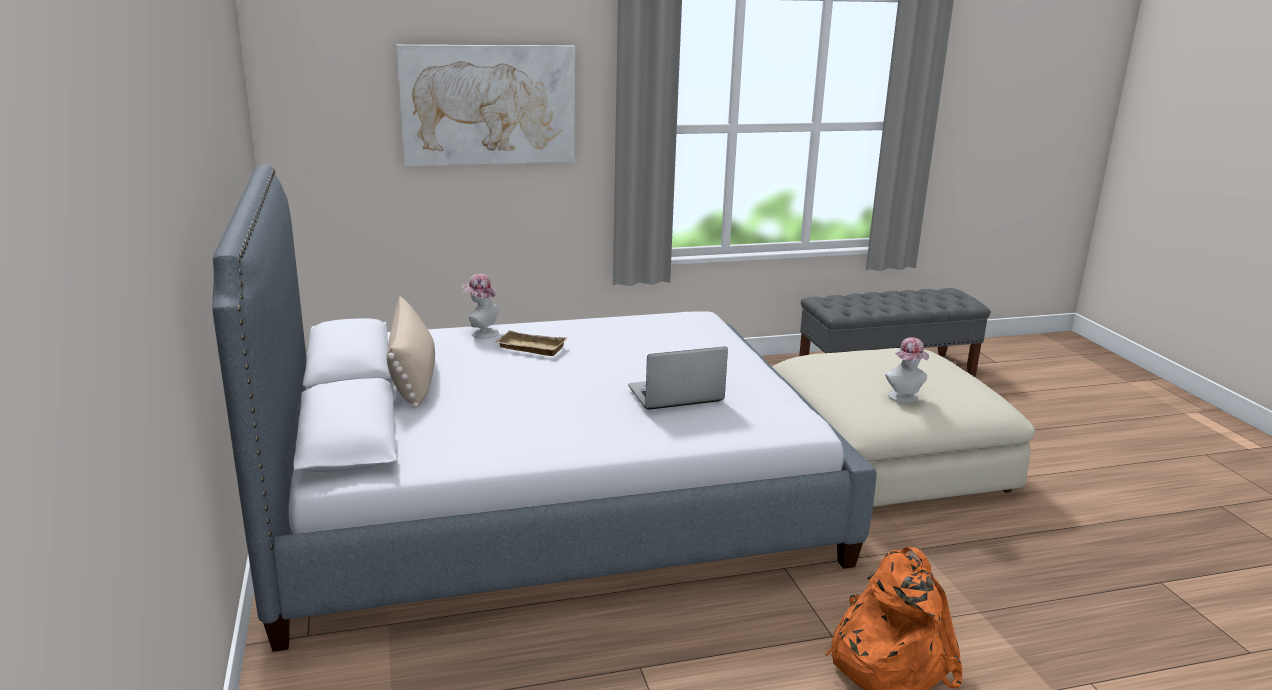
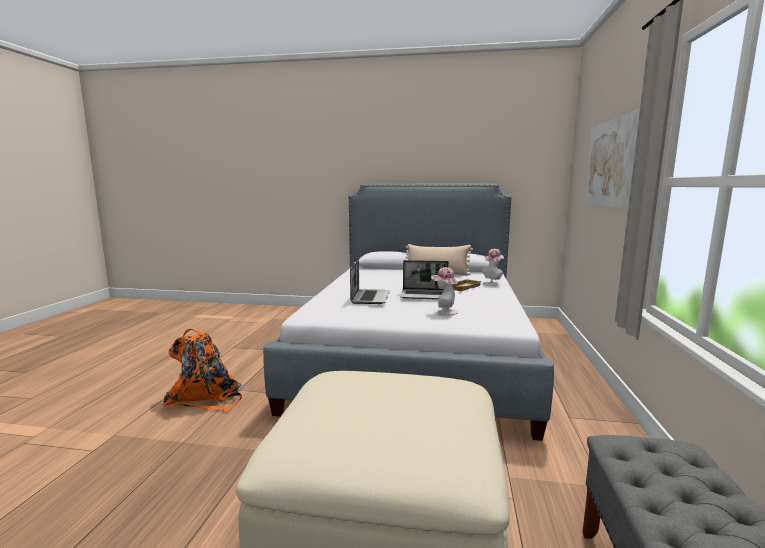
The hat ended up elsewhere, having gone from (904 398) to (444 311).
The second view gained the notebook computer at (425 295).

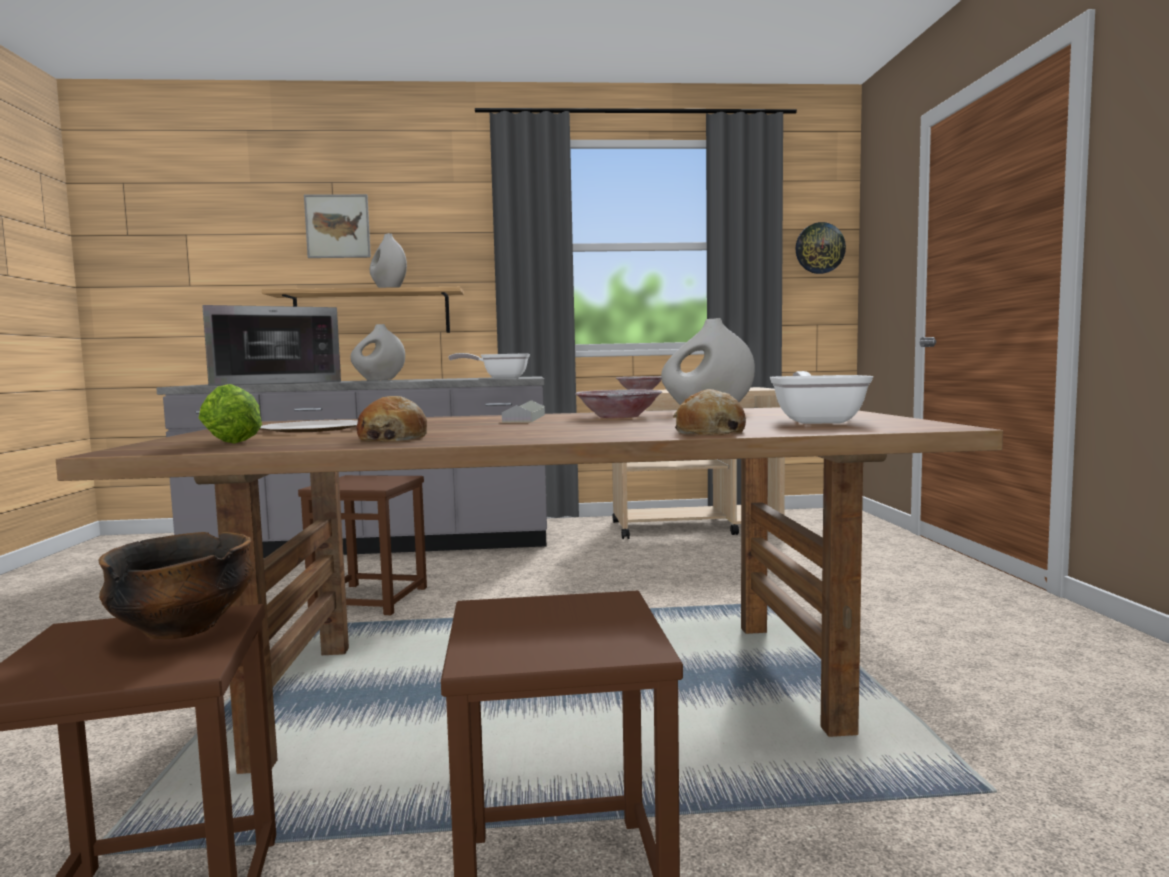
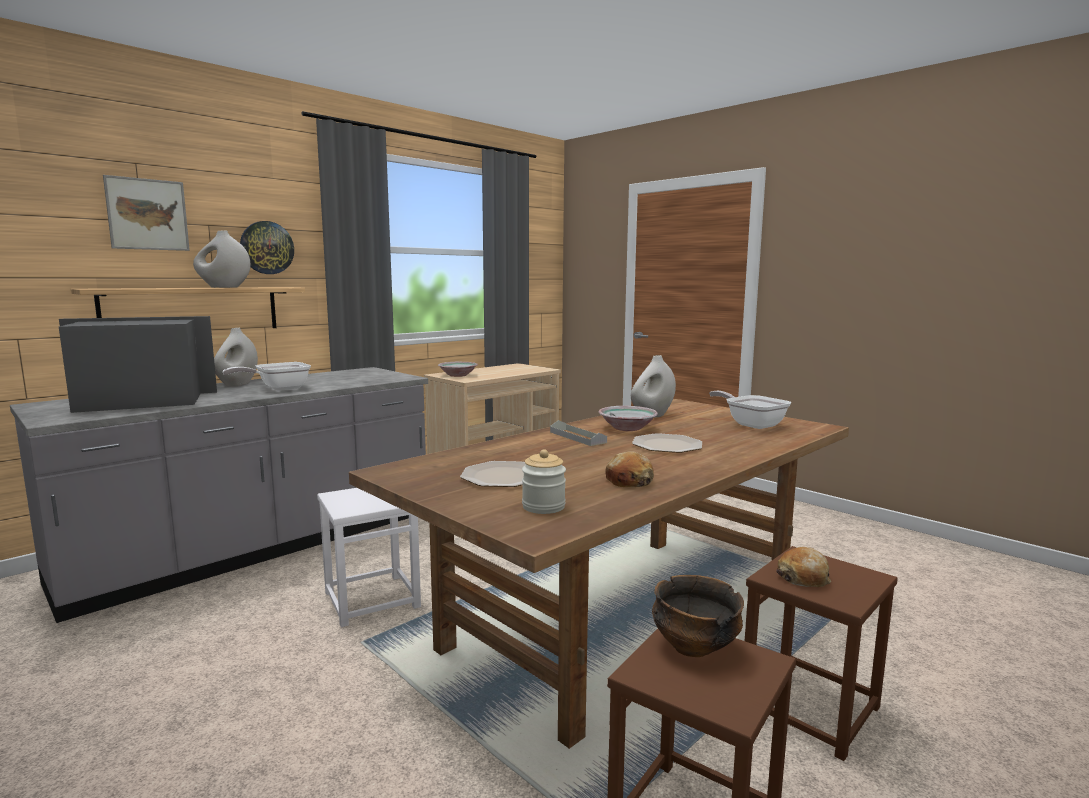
Where the lettuce stood at (230 442), the storage jar came to stand at (543 506).
The kitchen microwave at (274 383) ended up facing another way, 135 degrees counterclockwise from before.
What was the brown sitting stool at (371 598) turned into the white-coloured sitting stool at (372 599).
The skillet ended up elsewhere, having gone from (500 378) to (278 388).
The bread ended up elsewhere, having gone from (708 432) to (803 577).
The wall clock ended up elsewhere, having gone from (819 248) to (267 247).
The second view gained the plate at (667 445).

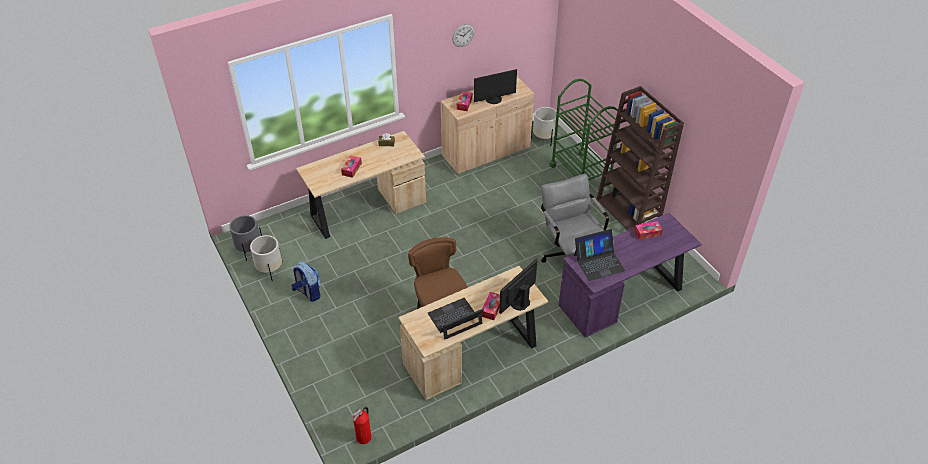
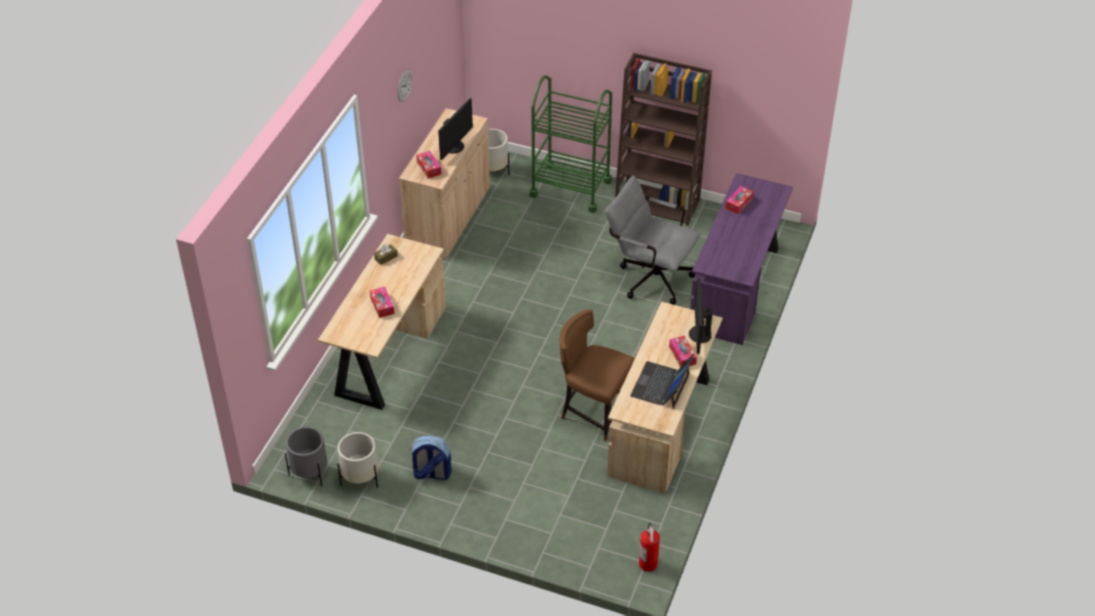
The second view lost the notebook computer at (599 262).

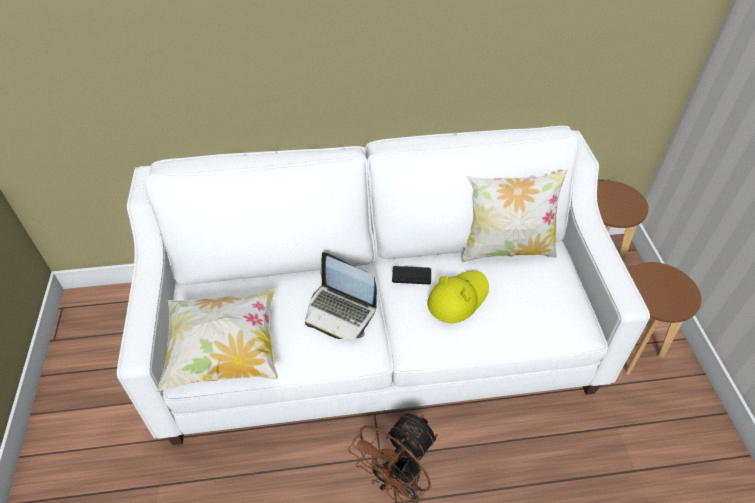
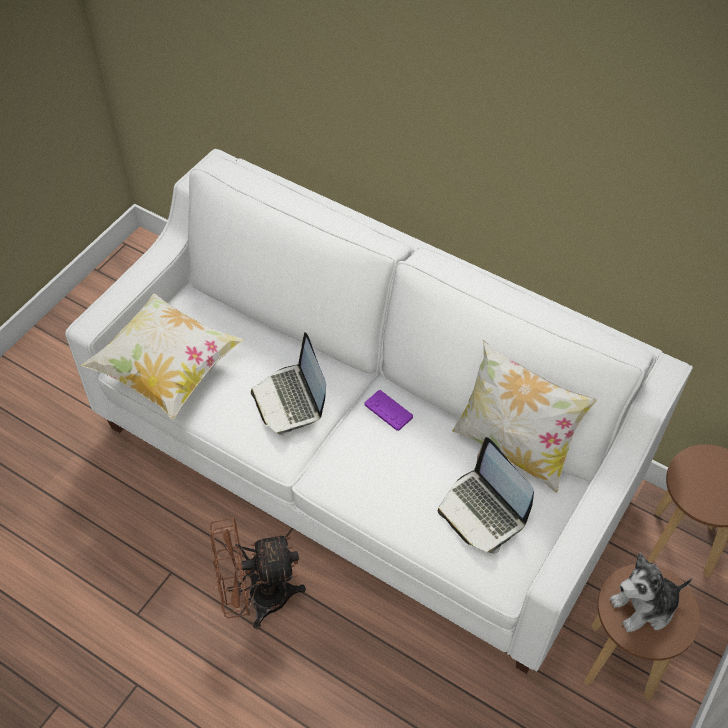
What was the black-coloured game controller at (411 276) turned into the purple-coloured game controller at (388 411).
The second view lost the yellow-coloured hat at (458 298).
The second view gained the notebook computer at (483 511).
The second view gained the soft toy at (644 606).

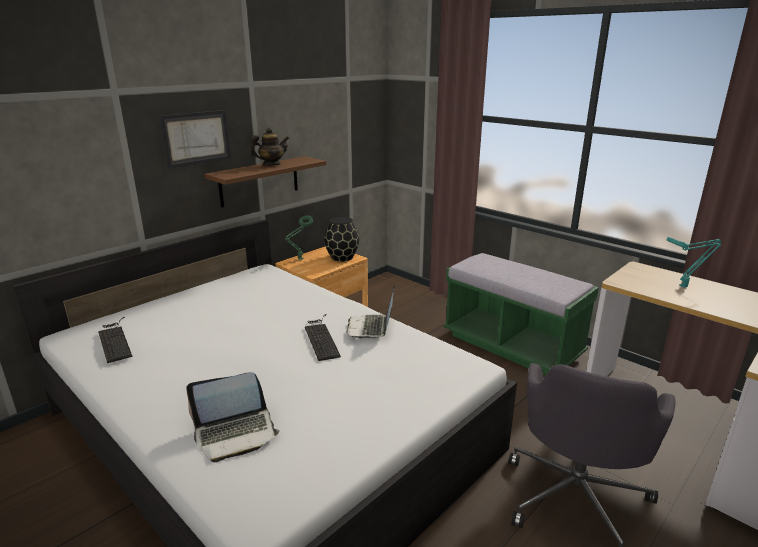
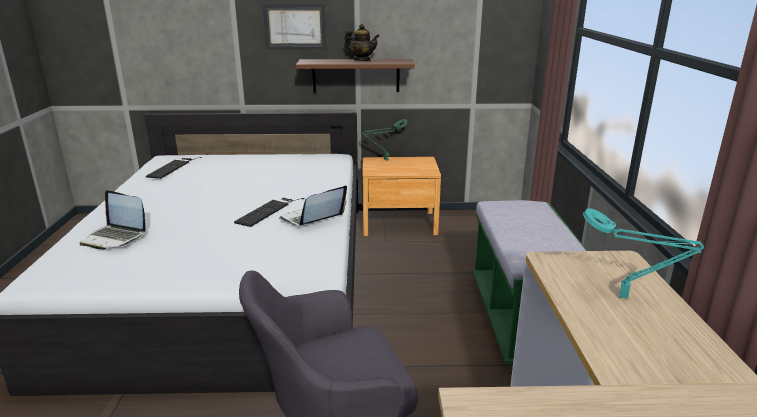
The second view lost the black-coloured flower vase at (342 257).

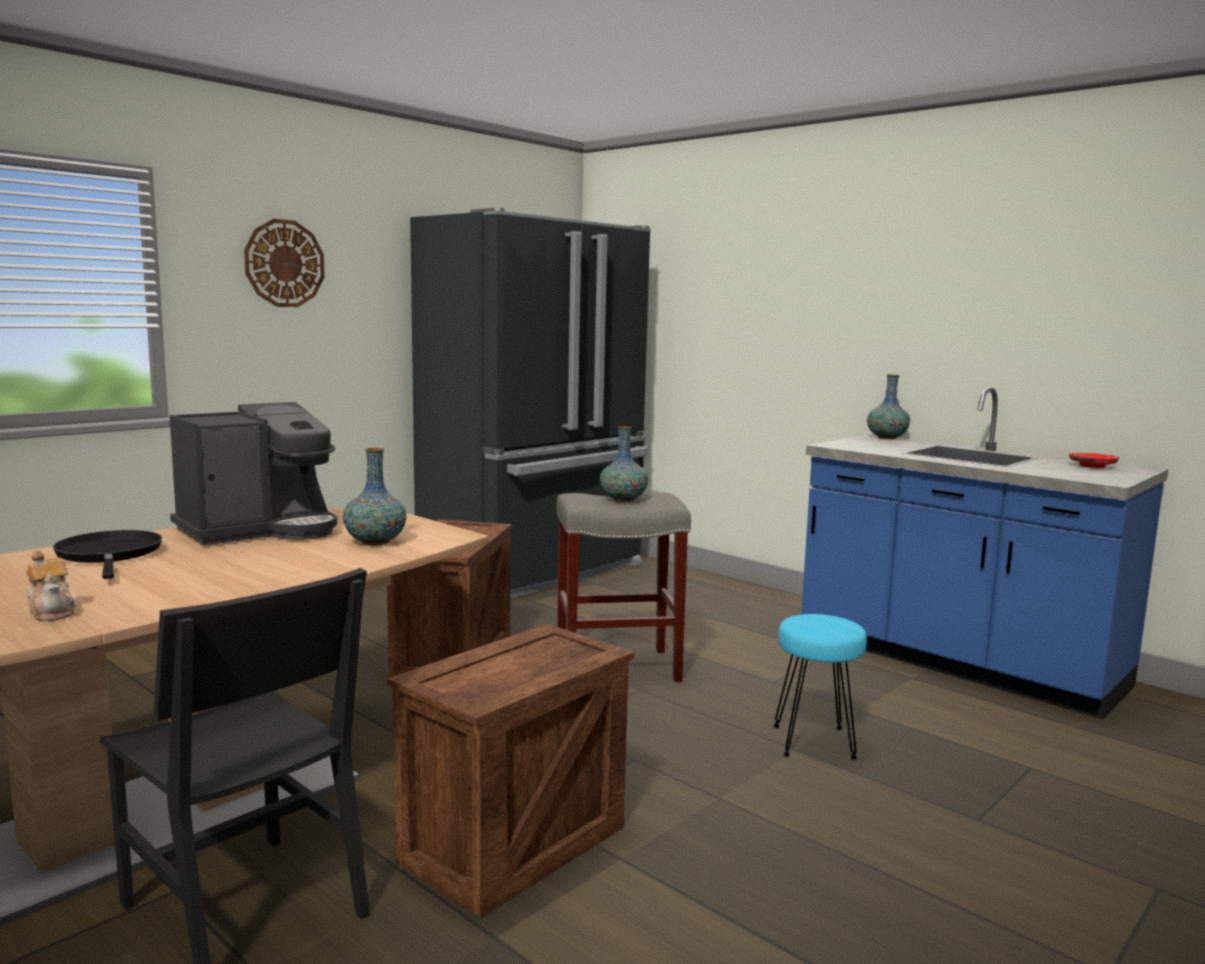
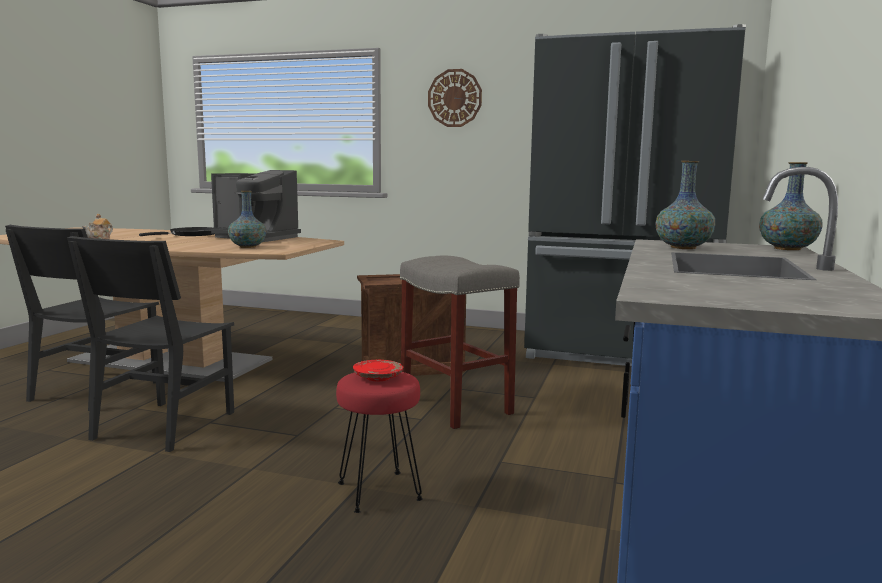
Where the packing crate stood at (514 846), the black-coloured upright chair came to stand at (165 425).
The flower vase ended up elsewhere, having gone from (623 499) to (683 247).
What was the blue-green sitting stool at (815 742) turned into the red sitting stool at (379 492).
The red plate ended up elsewhere, having gone from (1092 466) to (378 378).

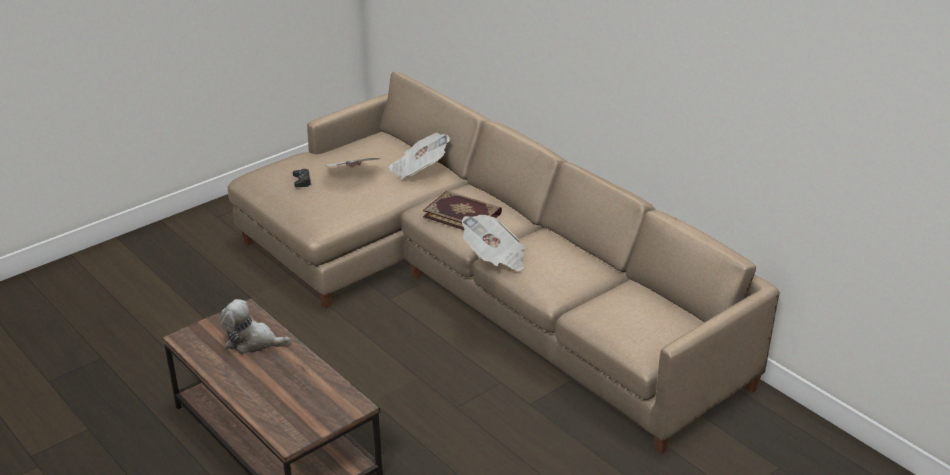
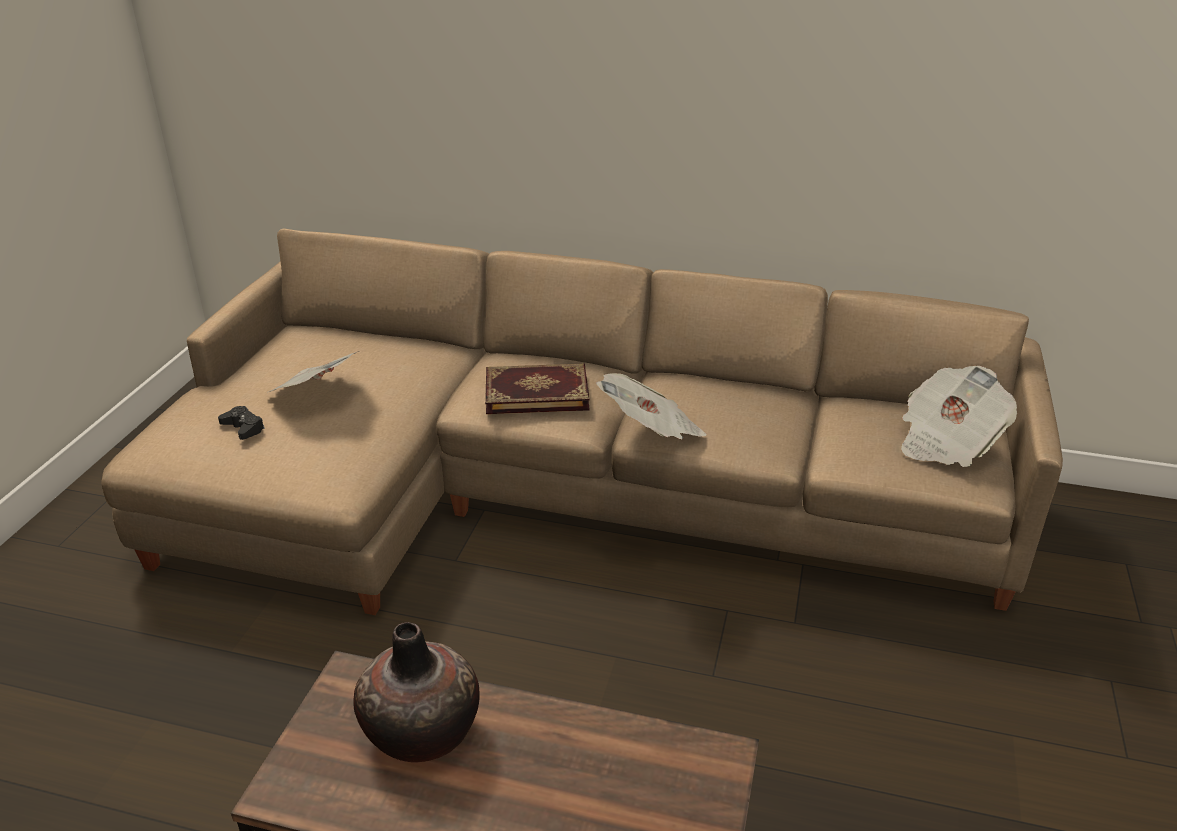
Where the soft toy stood at (252 342), the flower vase came to stand at (422 731).
The printed paper ended up elsewhere, having gone from (419 170) to (947 441).

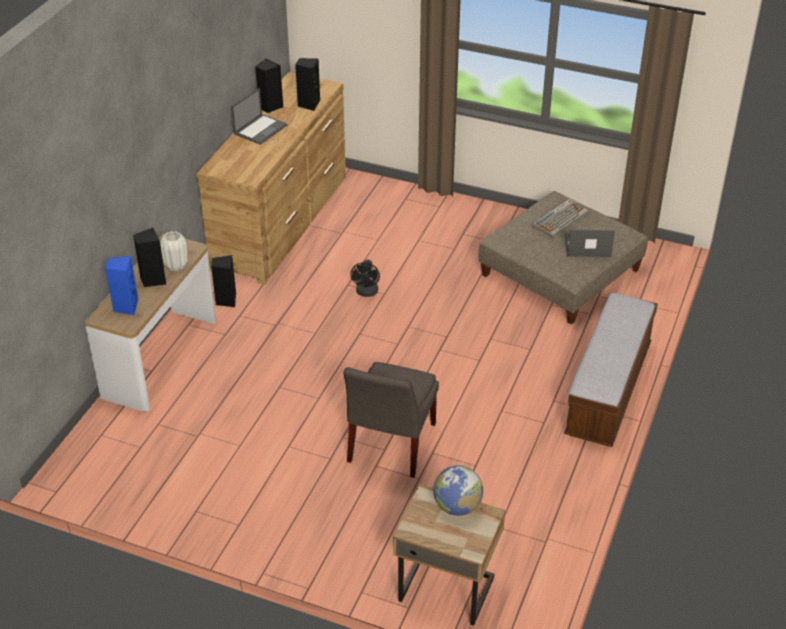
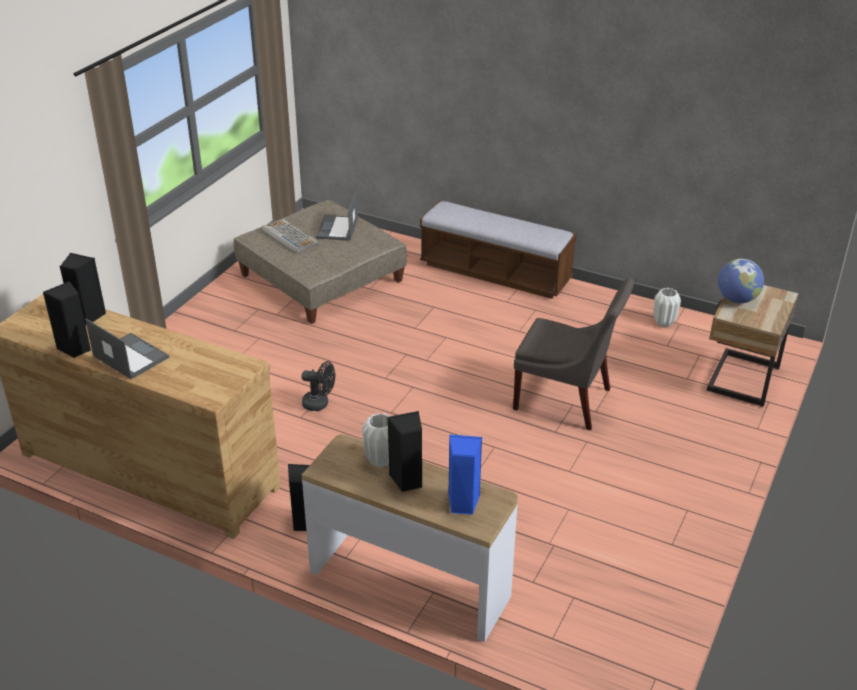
The second view gained the white-coloured flower vase at (663 322).

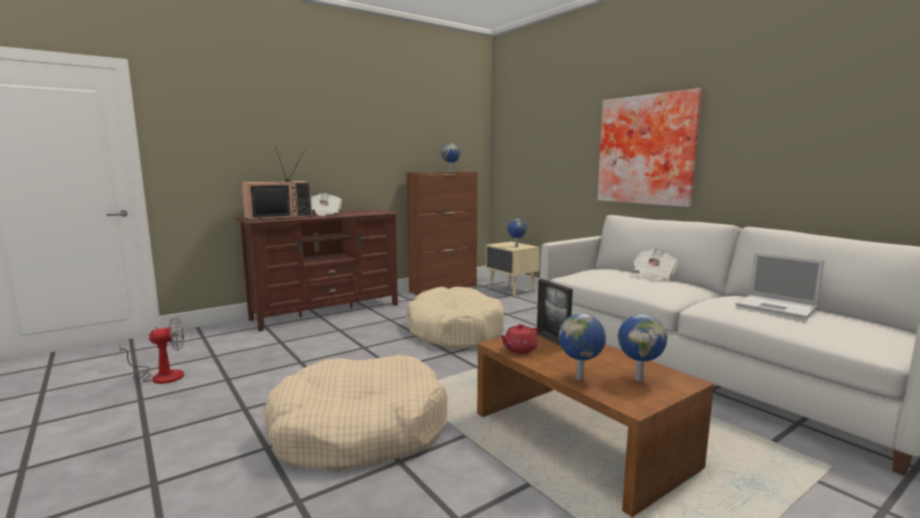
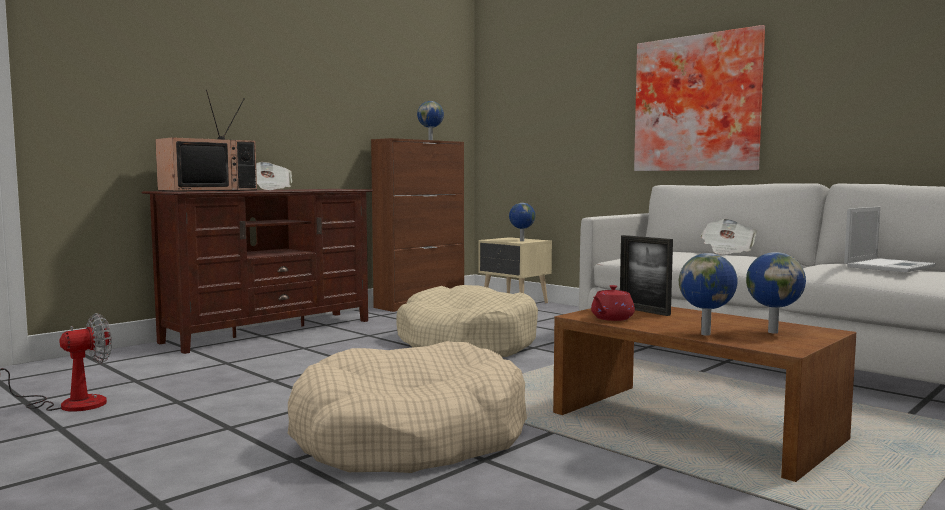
The notebook computer at (777 307) ended up facing another way, 75 degrees counterclockwise from before.

